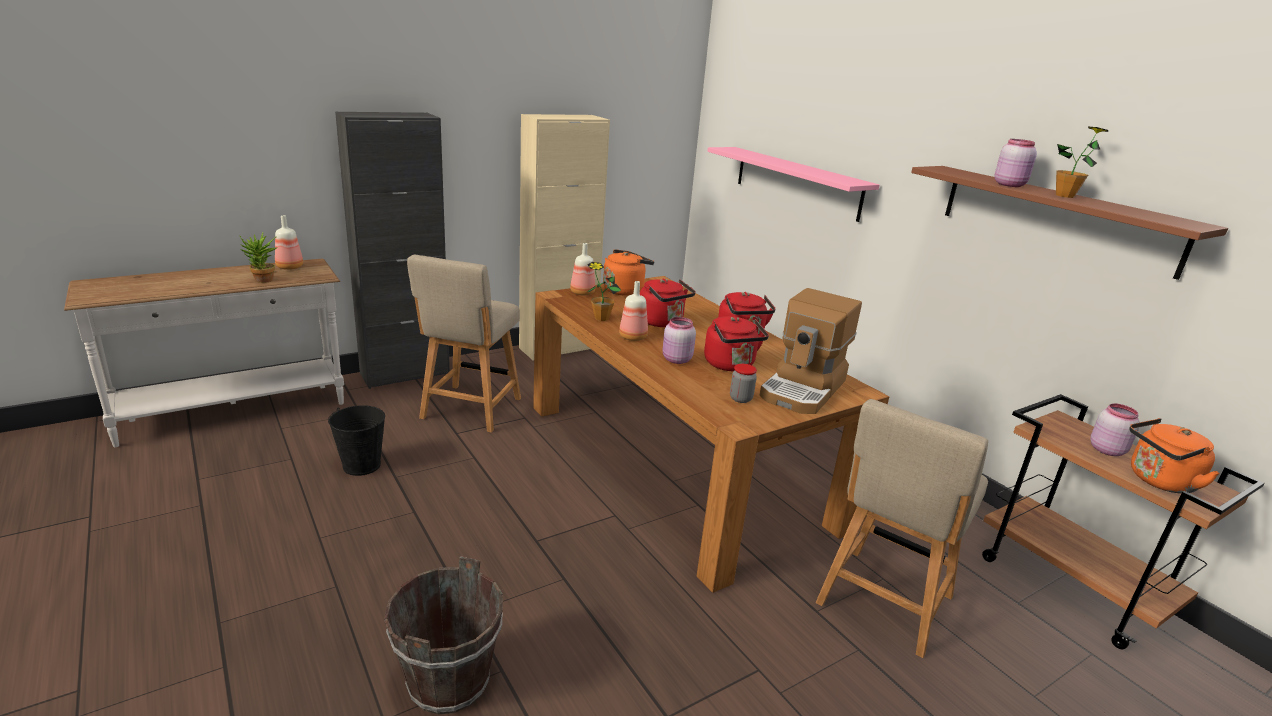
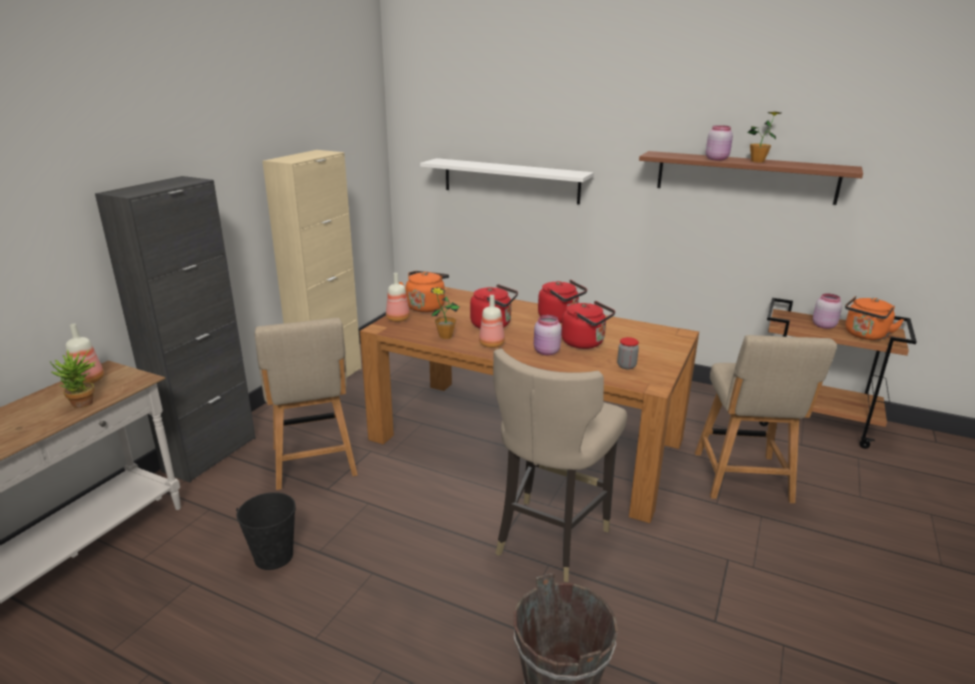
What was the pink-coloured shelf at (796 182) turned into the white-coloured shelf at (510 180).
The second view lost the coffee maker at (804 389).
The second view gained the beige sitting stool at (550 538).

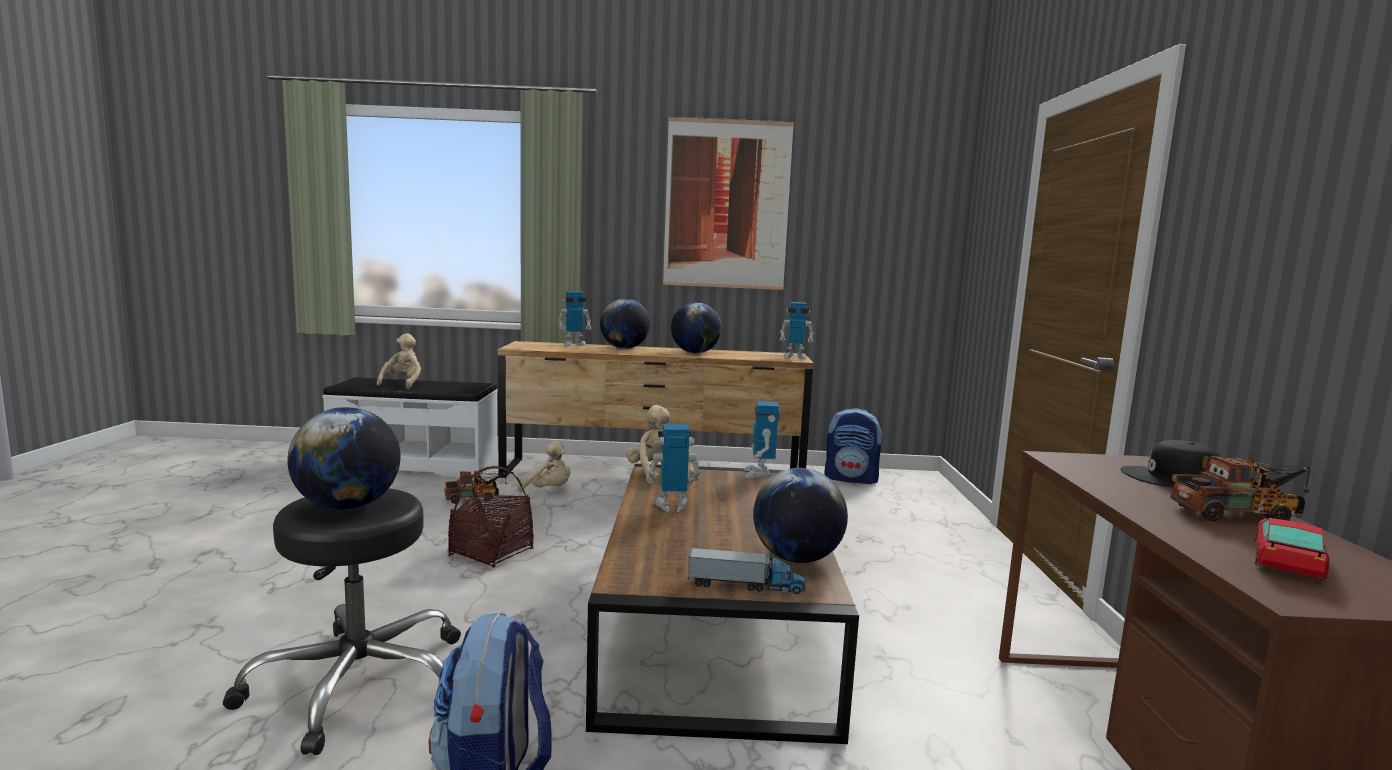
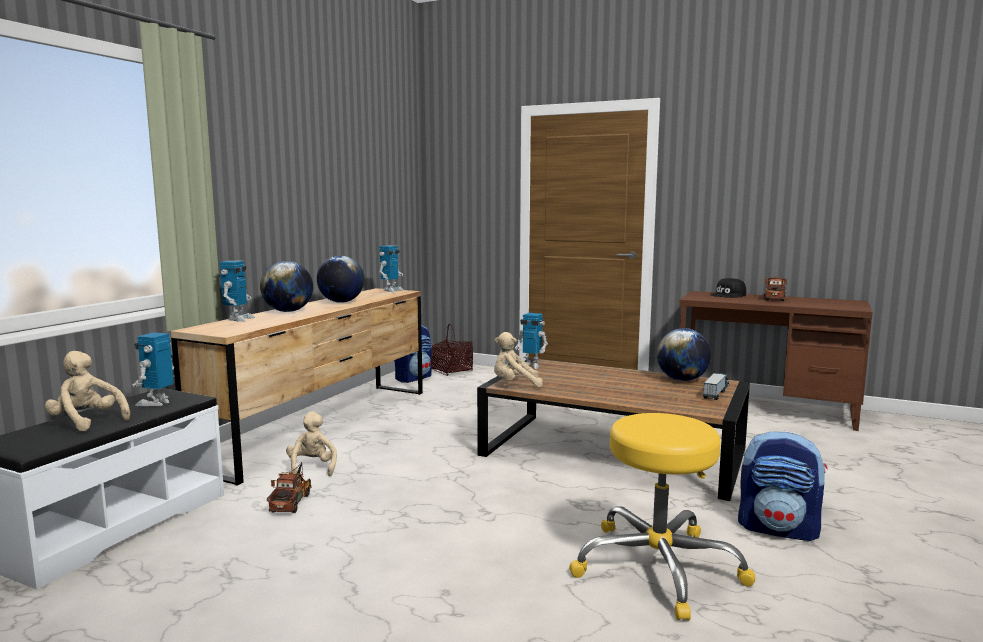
What was the black-coloured sitting stool at (359 682) turned into the yellow-coloured sitting stool at (658 567).
The second view lost the world globe at (347 507).
The storage basket ended up elsewhere, having gone from (492 552) to (451 370).
The beige soft toy at (548 490) ended up facing another way, 60 degrees counterclockwise from before.
The model robot ended up elsewhere, having gone from (672 507) to (156 403).
The second view lost the wall picture at (727 204).
The second view lost the model car at (1288 559).

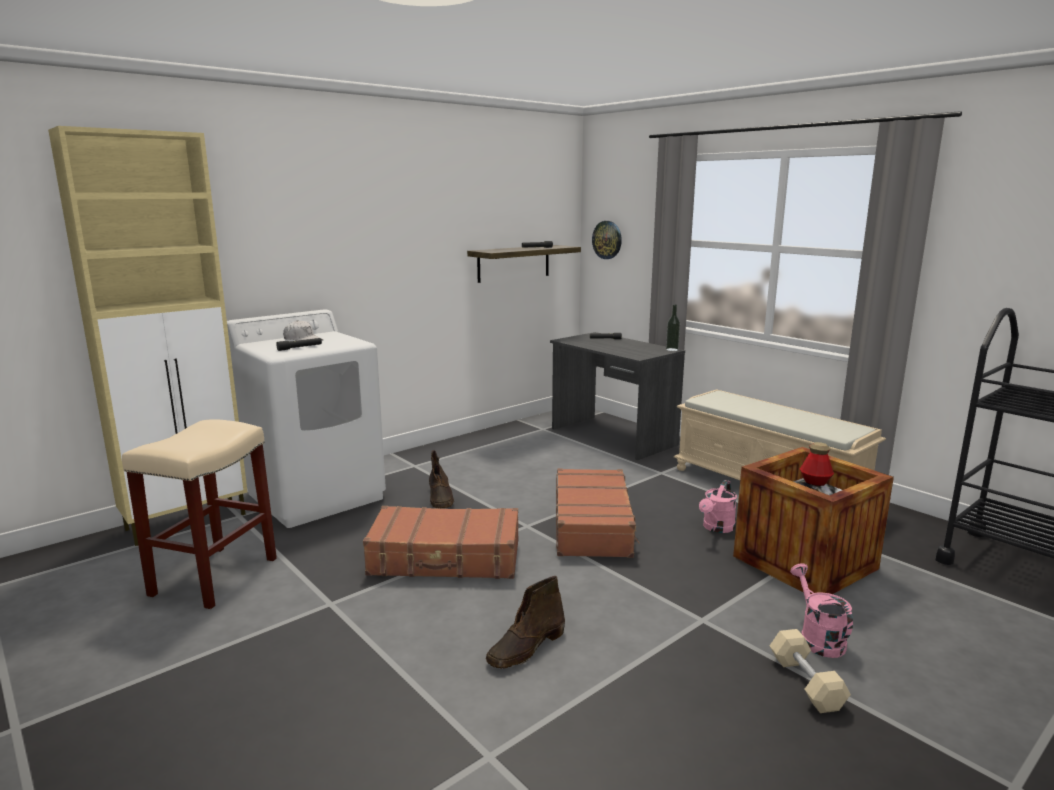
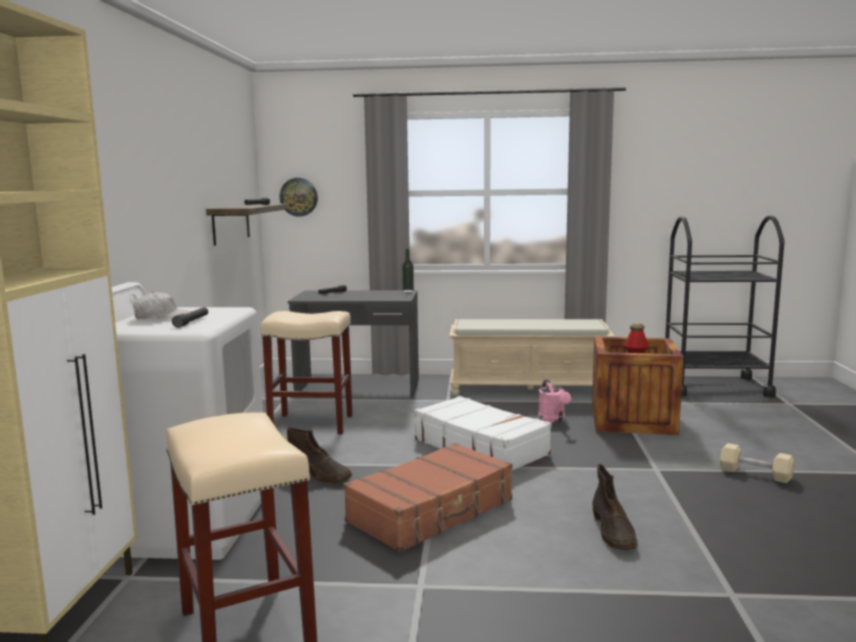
What was the brown travel case at (593 525) turned into the white-coloured travel case at (481 447).
The second view lost the pink-coloured sprinkling can at (817 638).
The second view gained the beige sitting stool at (310 424).

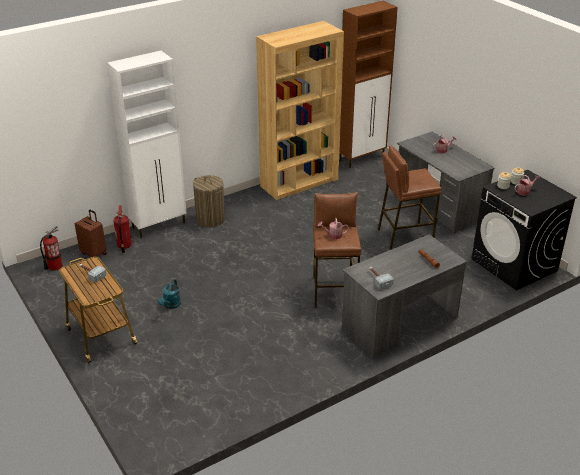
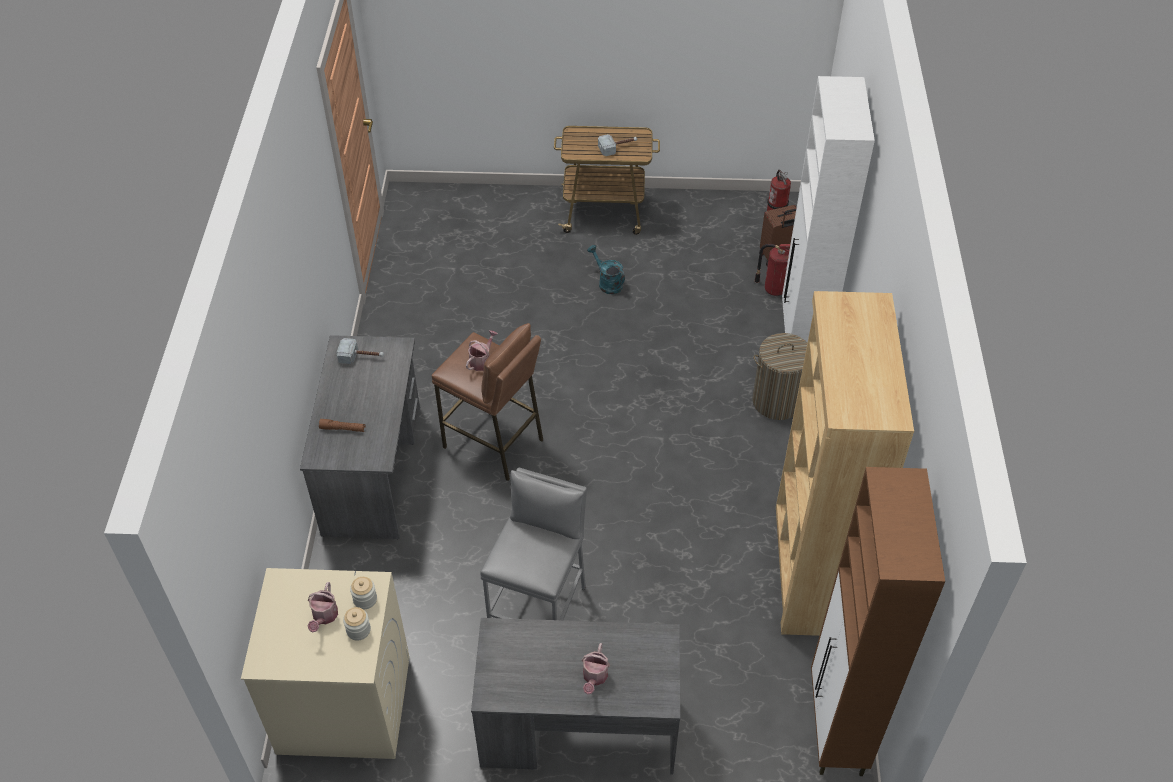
What was the brown sitting stool at (404 236) turned into the gray sitting stool at (540 612).
What was the black-coloured washing machine at (514 265) turned into the beige washing machine at (343 704).

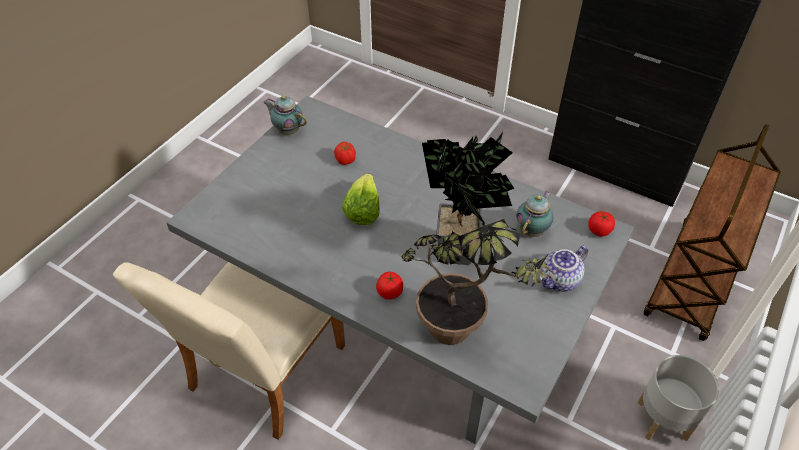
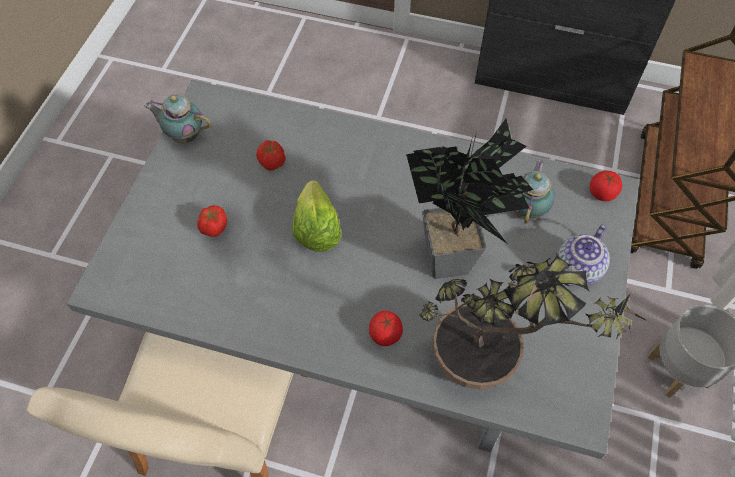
The second view gained the tomato at (214 228).

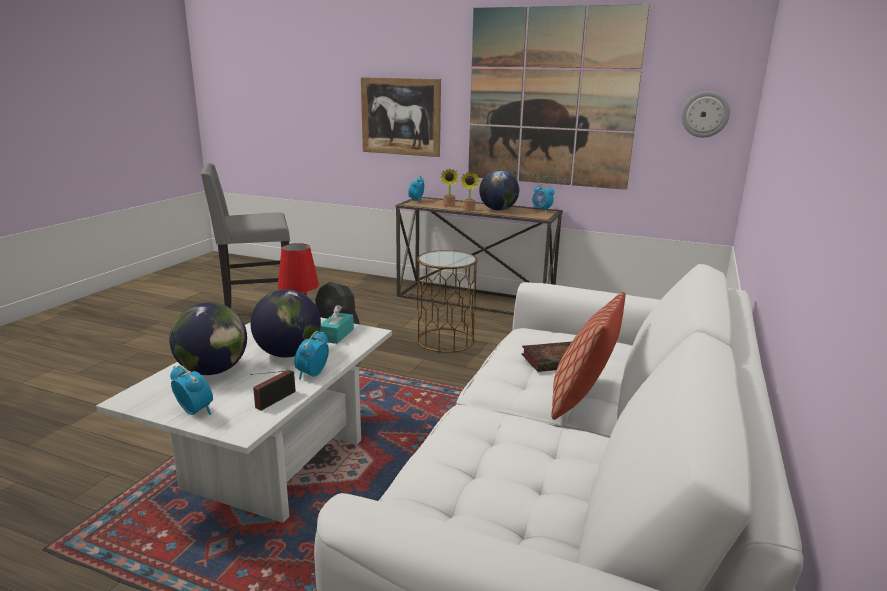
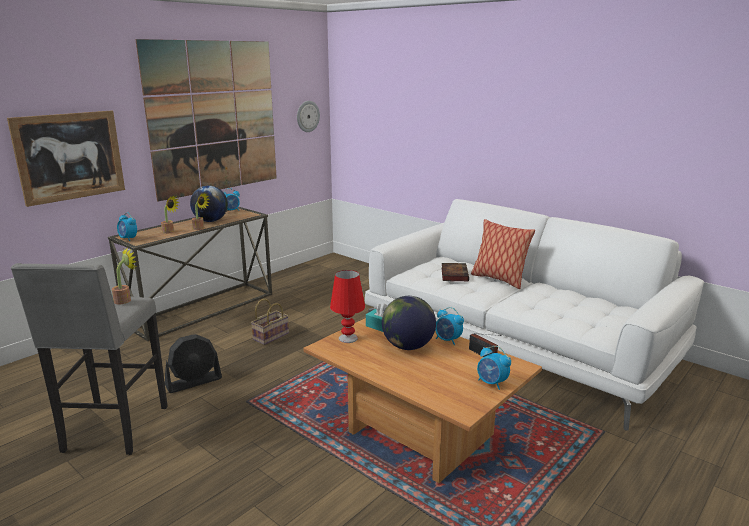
What was the white-coloured lounge table at (273 461) turned into the brown lounge table at (416 435).
The second view lost the world globe at (213 371).
The bedside clock at (195 411) ended up facing another way, 105 degrees counterclockwise from before.
Where the brown accent table stood at (445 340), the storage basket came to stand at (271 336).
The second view gained the houseplant at (125 300).

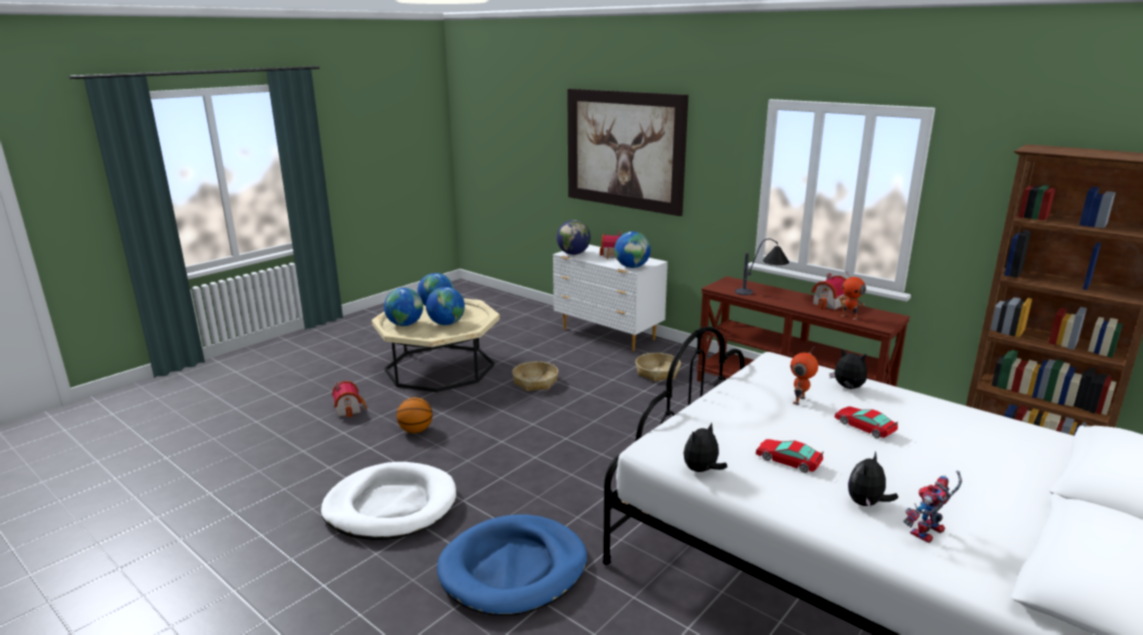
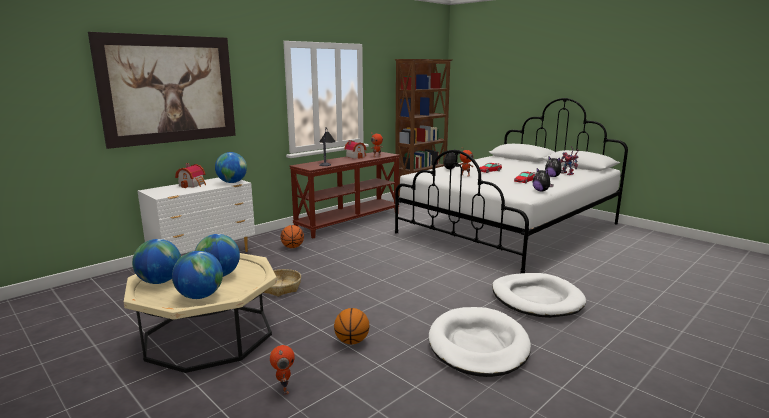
Where the toy house stood at (350 408), the model robot came to stand at (283 388).
What was the blue-coloured pet bed at (513 569) turned into the white-coloured pet bed at (536 299).
The second view lost the world globe at (573 254).
Where the storage basket stood at (657 373), the basketball ball came to stand at (292 247).

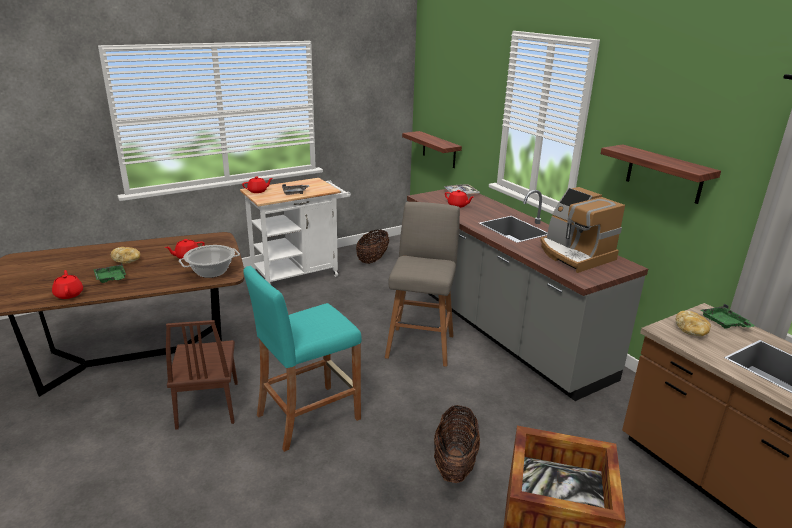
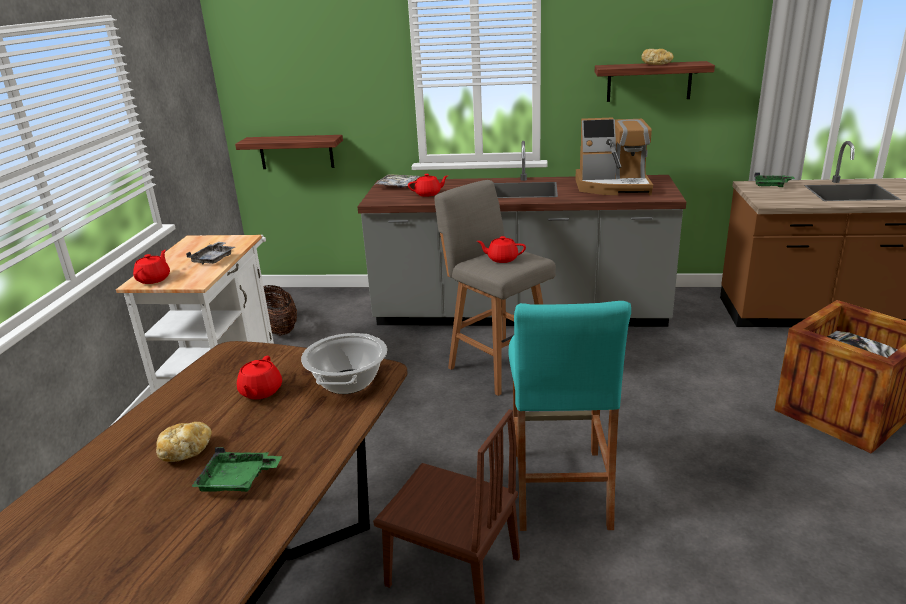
The red pot for tea ended up elsewhere, having gone from (69 294) to (502 259).
The second view lost the storage basket at (454 464).
The bread ended up elsewhere, having gone from (691 331) to (657 64).

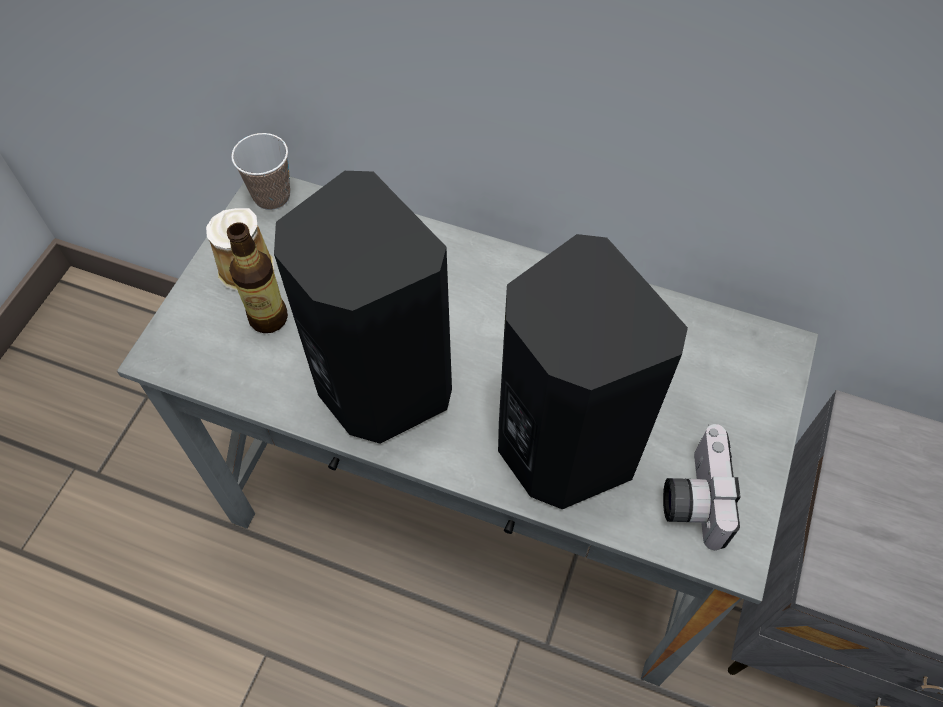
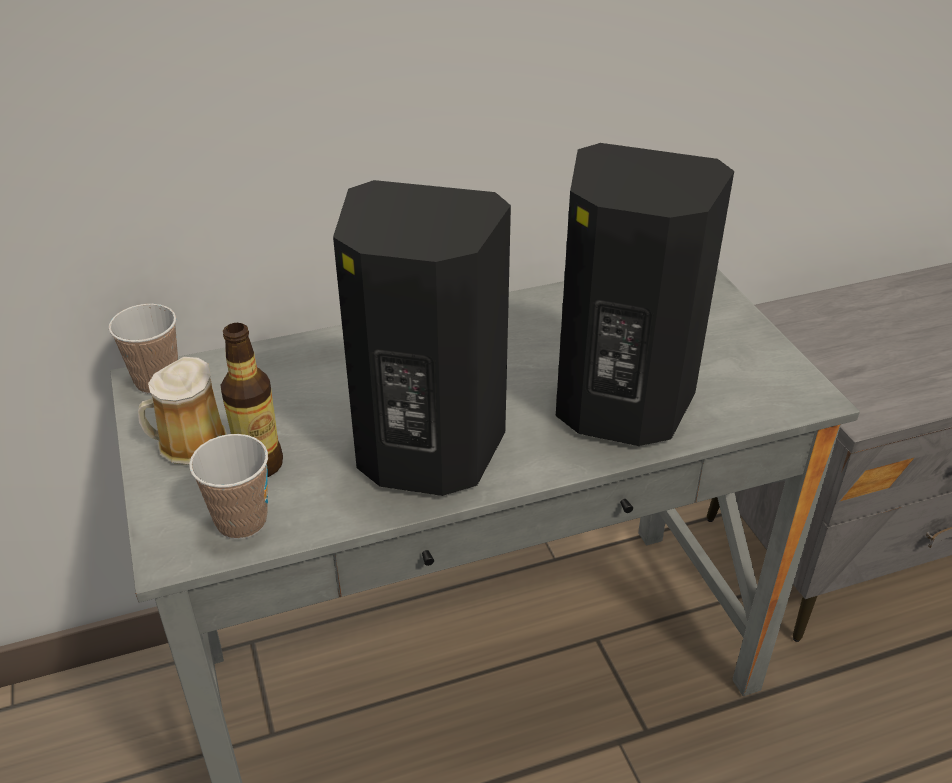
The second view lost the still camera at (692 497).
The second view gained the small cup at (241 521).

